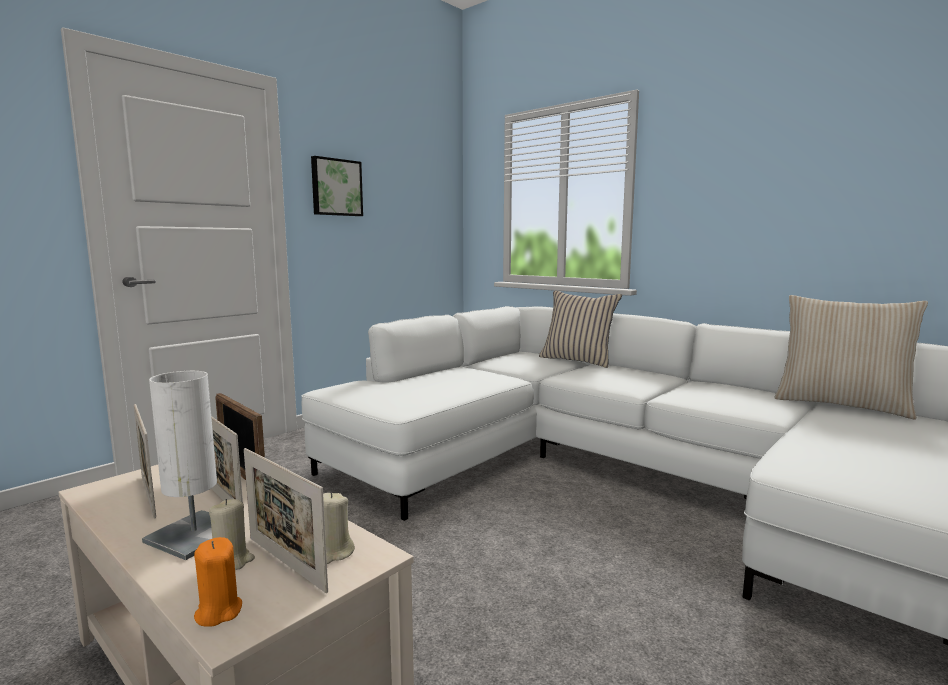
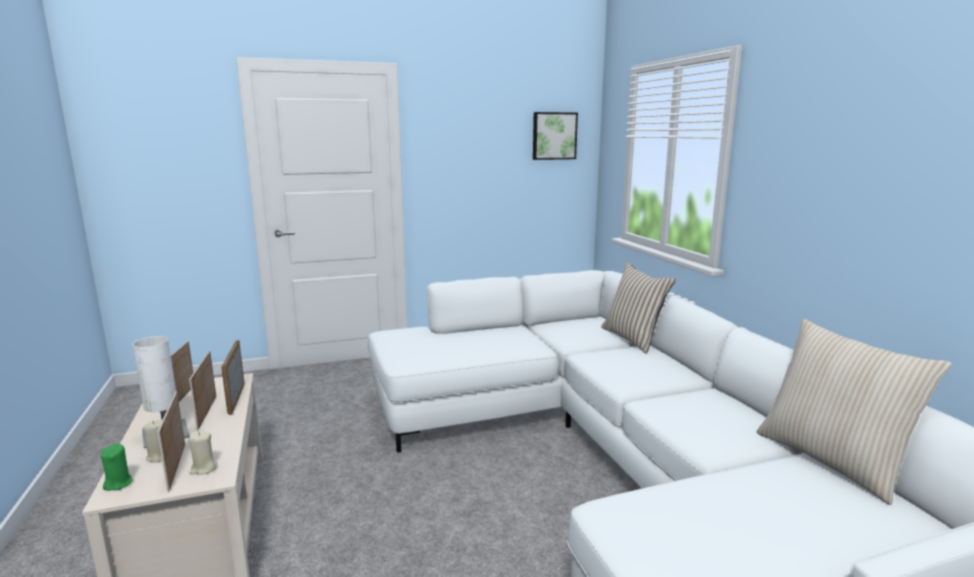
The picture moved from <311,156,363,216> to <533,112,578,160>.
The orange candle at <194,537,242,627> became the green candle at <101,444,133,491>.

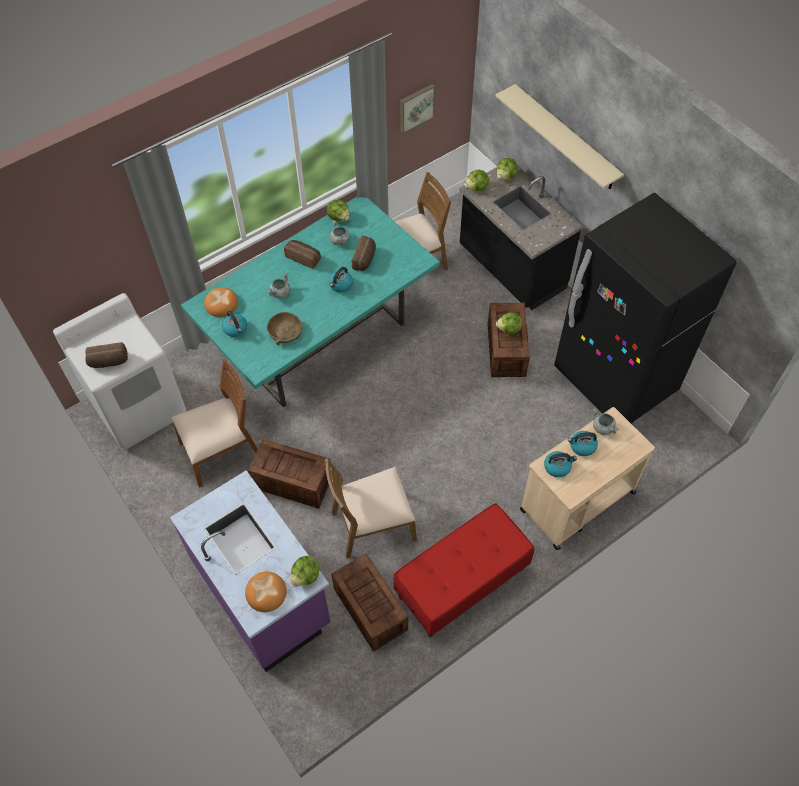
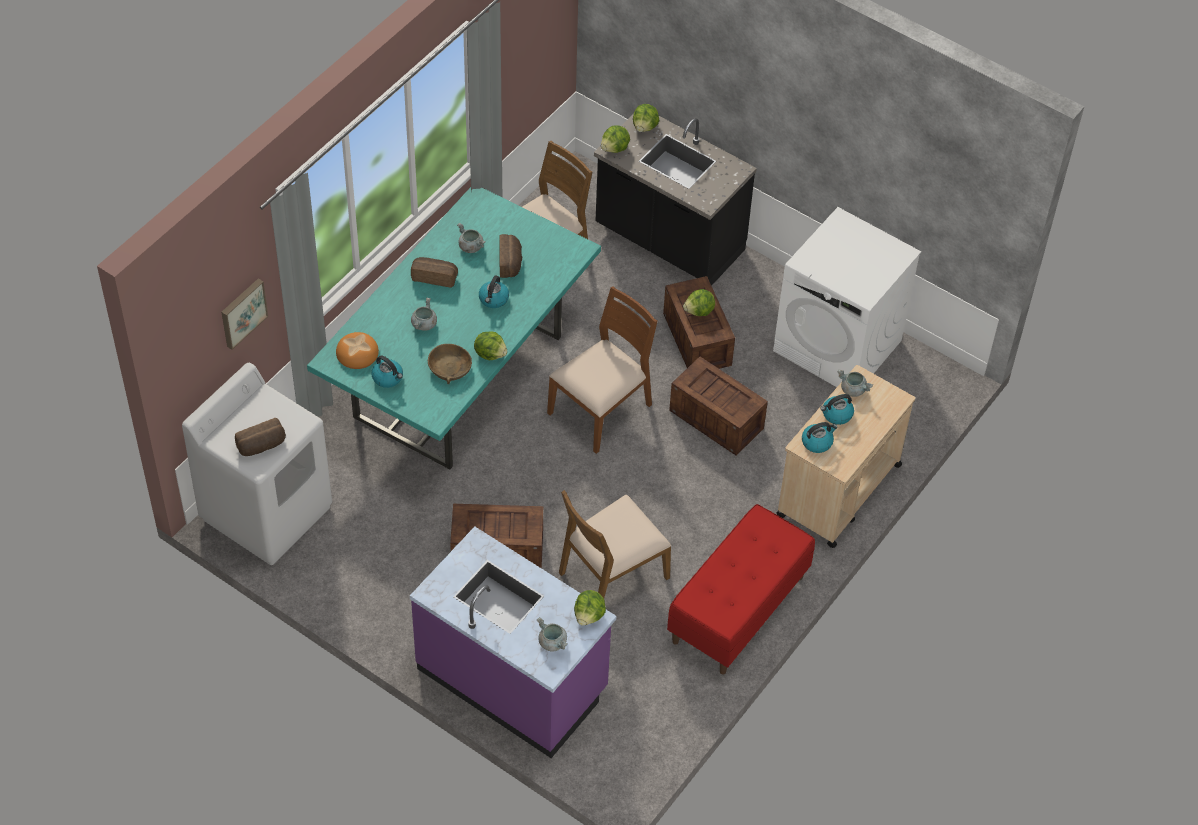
The beige shelf at <496,84,624,189> disappeared.
The brown chair moved from <171,360,258,488> to <547,286,657,454>.
The lettuce moved from <327,200,349,222> to <474,331,507,360>.
The crate moved from <331,553,408,652> to <669,357,768,456>.
The picture moved from <400,84,435,133> to <221,278,268,350>.
The bread at <245,572,287,612> was replaced by the grey cooking pot at <537,617,568,651>.
The black fridge at <554,193,736,423> was replaced by the white washing machine at <773,207,921,387>.

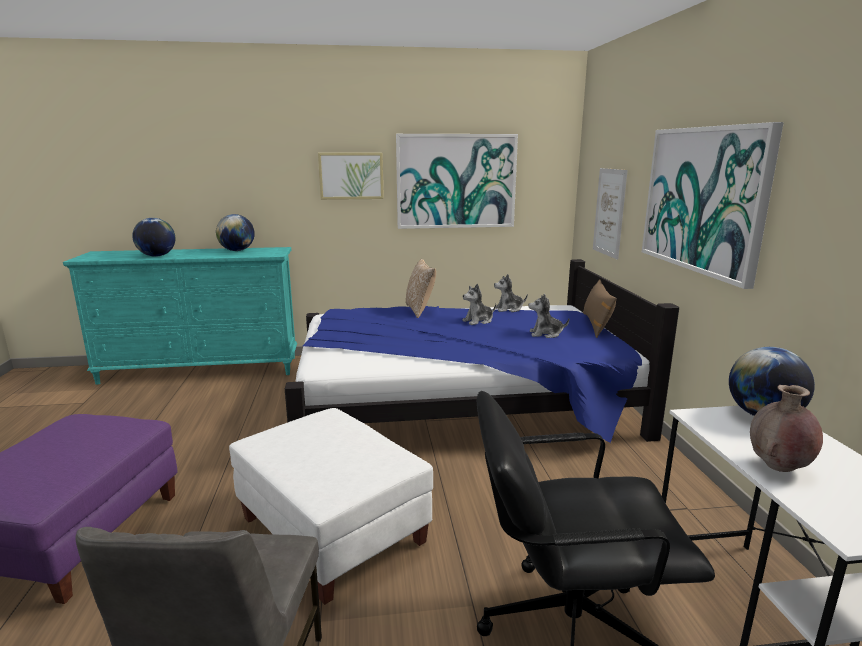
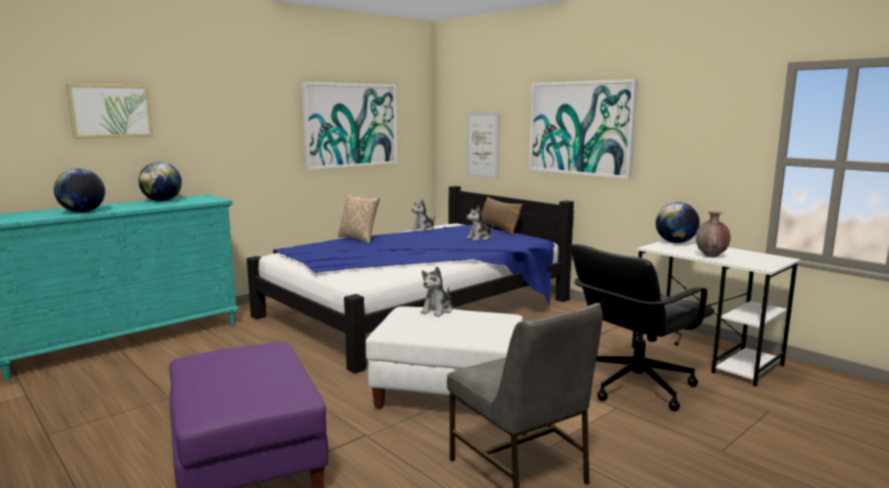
The picture moved from <318,153,384,200> to <66,84,153,139>.
The plush toy moved from <462,284,496,325> to <421,266,453,317>.

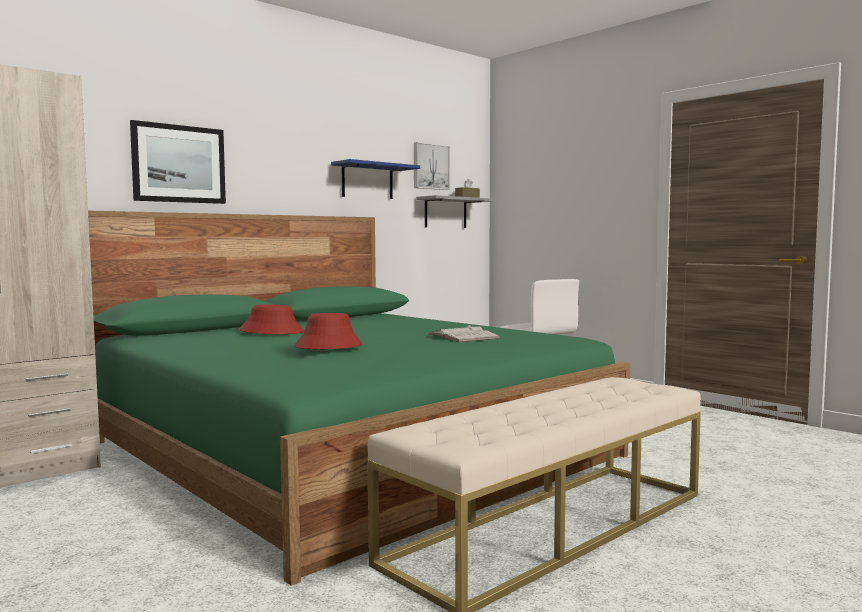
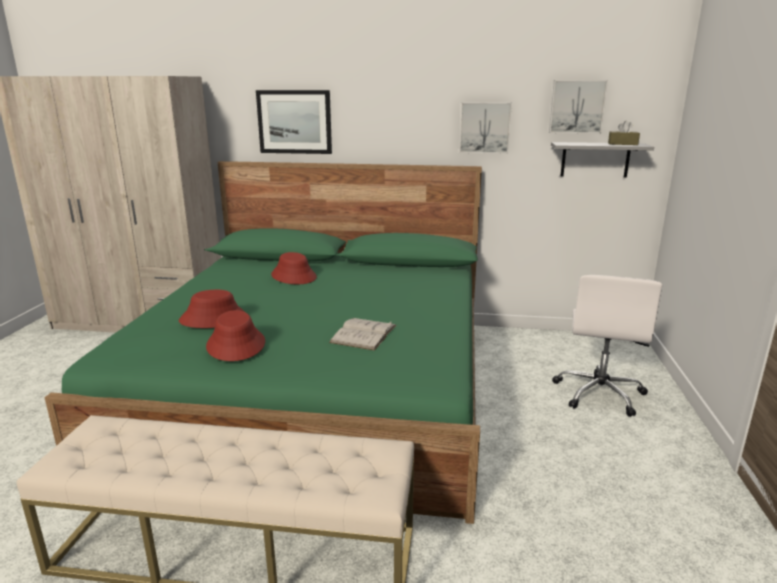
The red hat at <206,310,265,361> appeared.
The blue shelf at <331,159,420,199> was replaced by the picture at <459,102,512,154>.

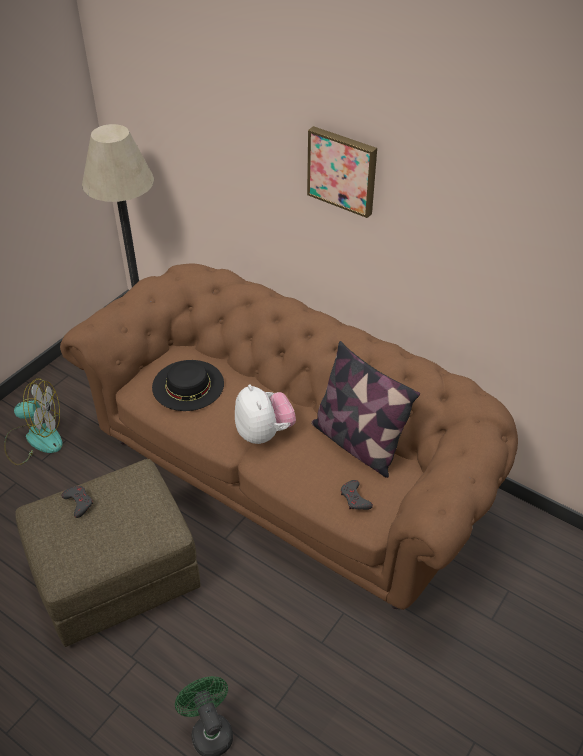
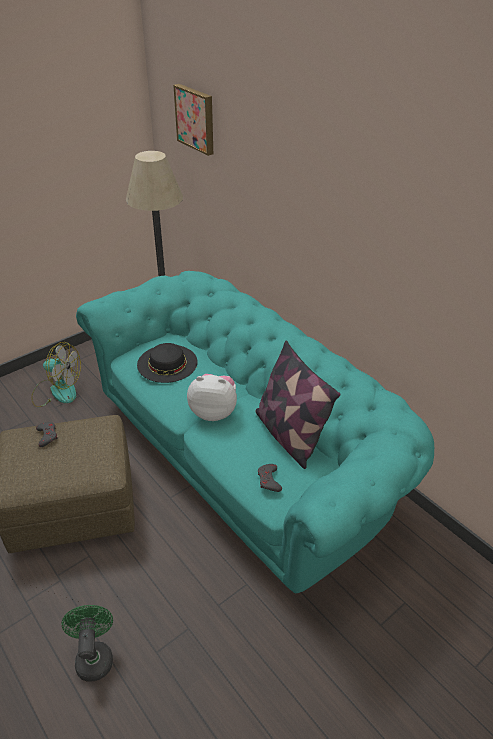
The picture moved from <307,126,377,218> to <173,84,213,156>.
The brown sofa at <60,263,518,610> became the turquoise sofa at <76,271,434,593>.
The plush toy at <235,384,296,444> turned 75 degrees counterclockwise.

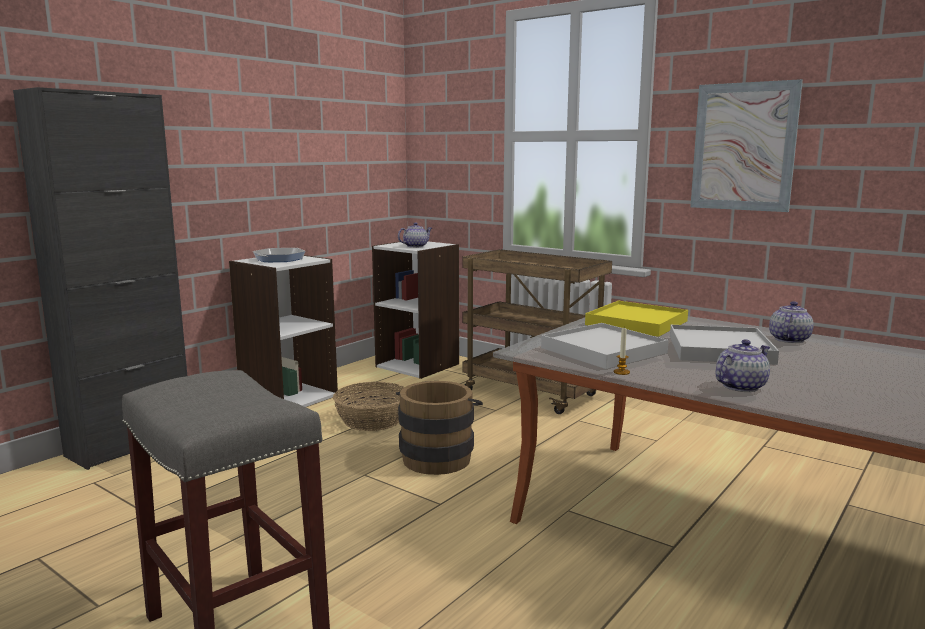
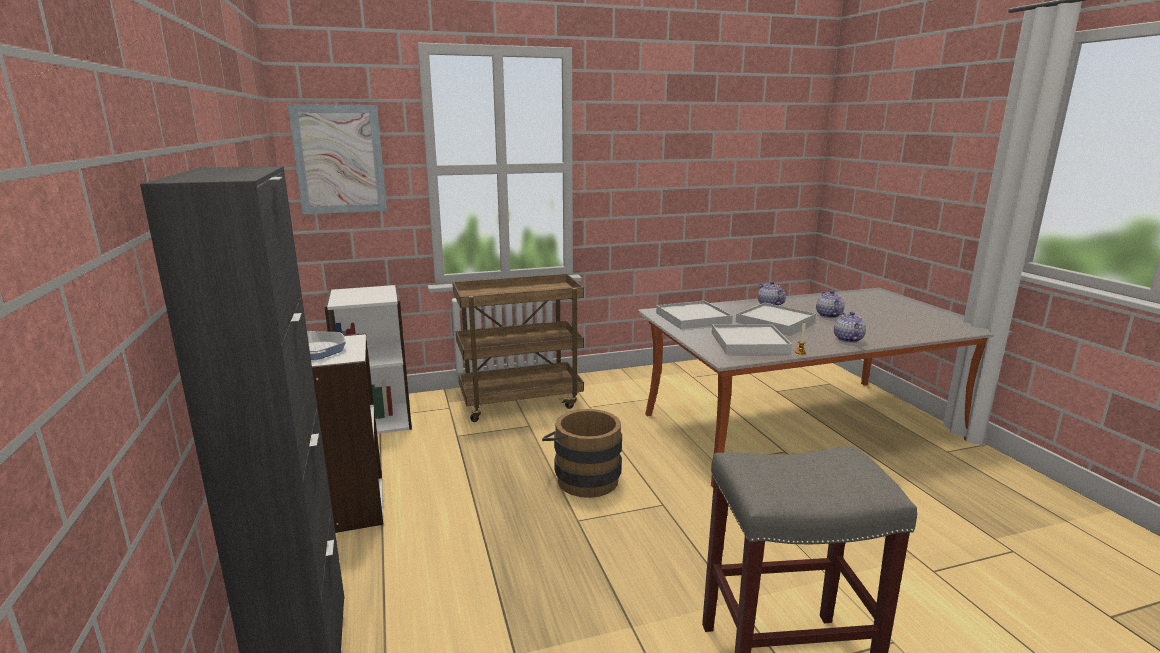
The basket at <333,382,404,431> disappeared.
The teapot moved from <398,223,432,248> to <816,291,845,318>.
The picture moved from <690,79,803,212> to <288,104,387,214>.
The yellow tray at <585,301,688,337> became the white tray at <656,301,733,329>.

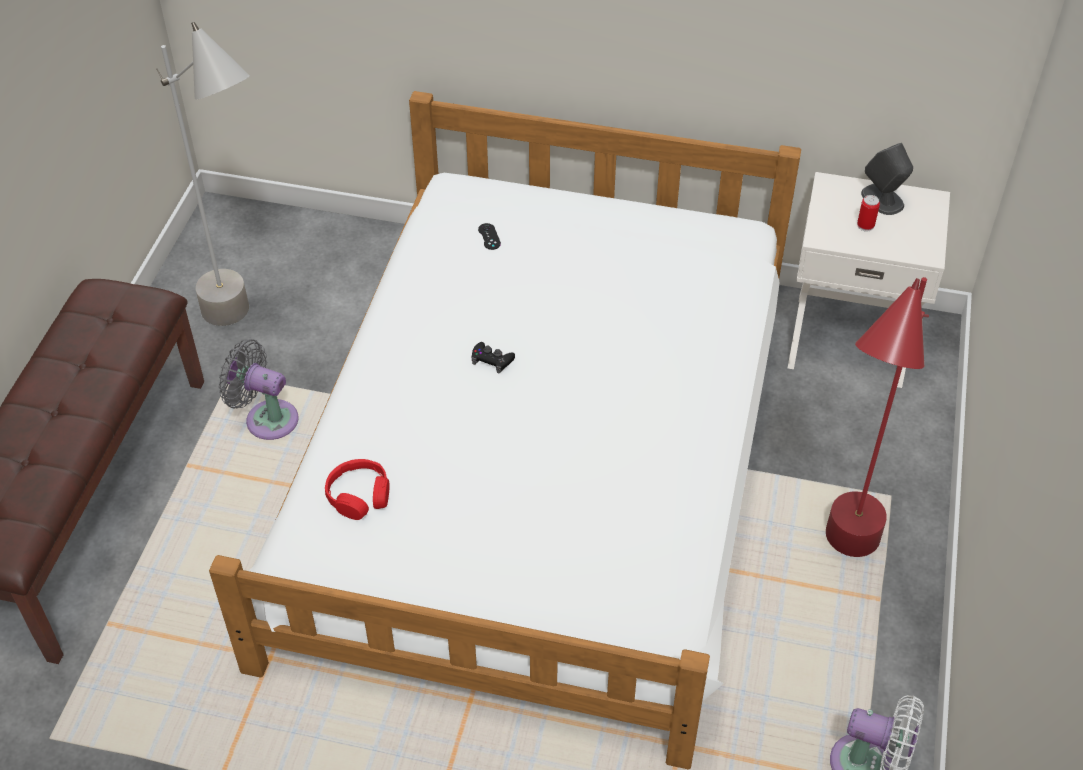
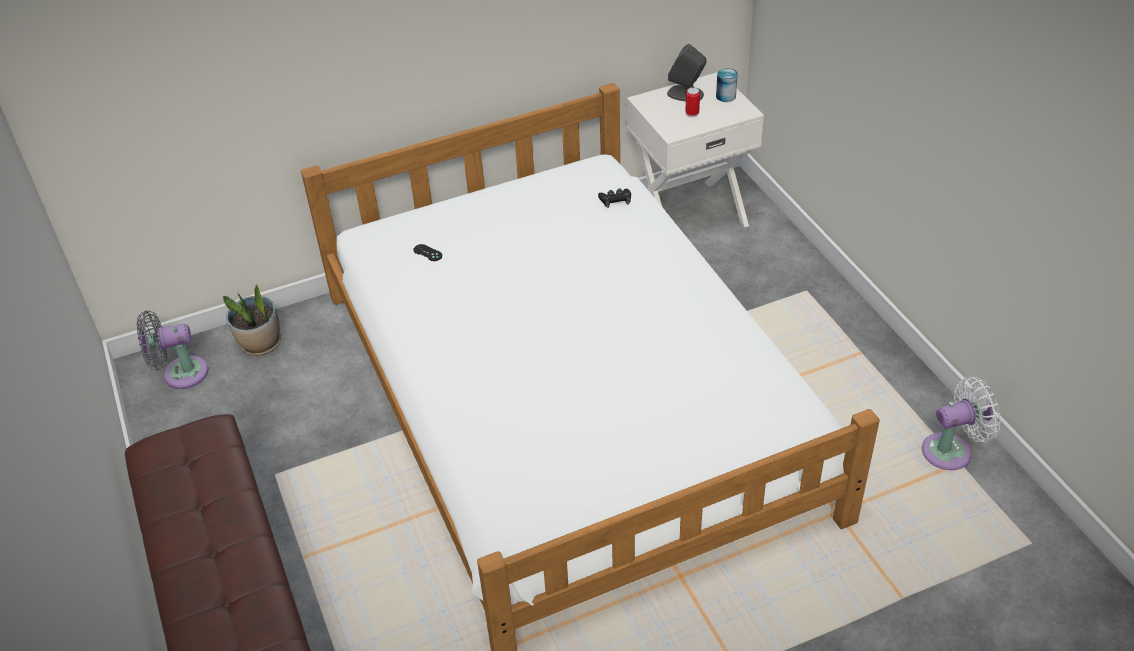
The grey floor lamp at <157,22,250,326> disappeared.
The red headphones at <325,459,390,520> disappeared.
The red floor lamp at <826,277,929,557> disappeared.
The potted plant at <223,284,281,355> appeared.
The can at <716,68,738,102> appeared.
The grey fan moved from <219,339,298,440> to <137,311,209,389>.
The black game controller moved from <472,342,515,373> to <598,189,631,208>.

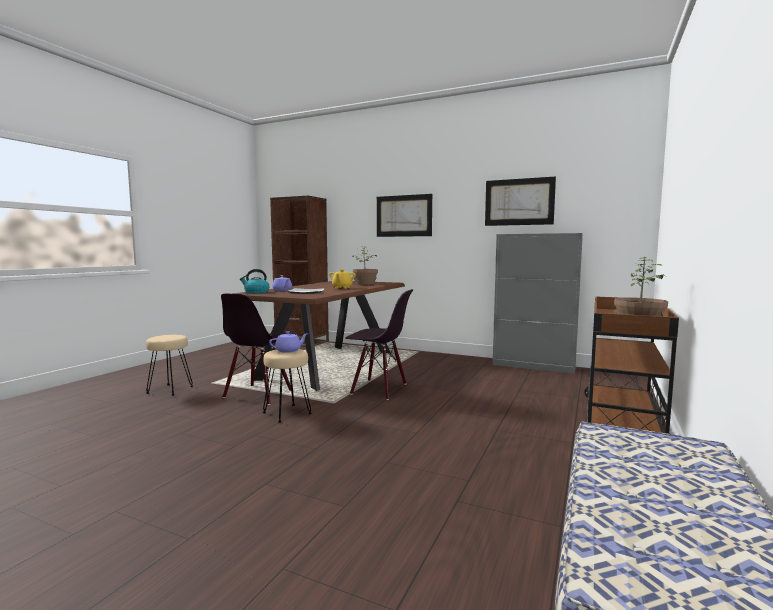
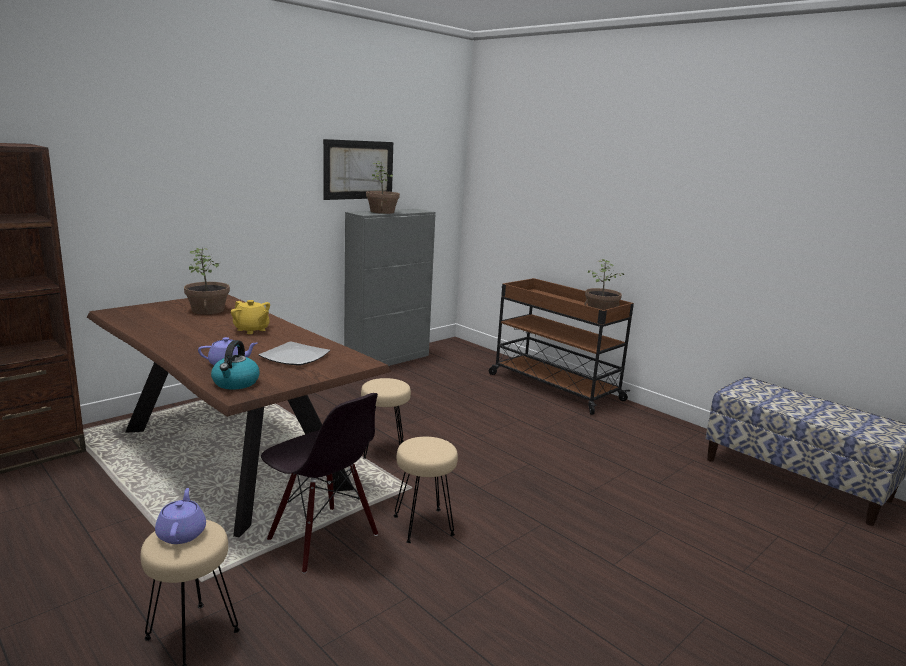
The picture at <377,194,432,237> disappeared.
The potted plant at <366,161,400,214> appeared.
The purple teapot moved from <269,331,308,353> to <155,488,206,544>.
The black chair at <345,289,414,400> was replaced by the beige stool at <361,378,411,459>.

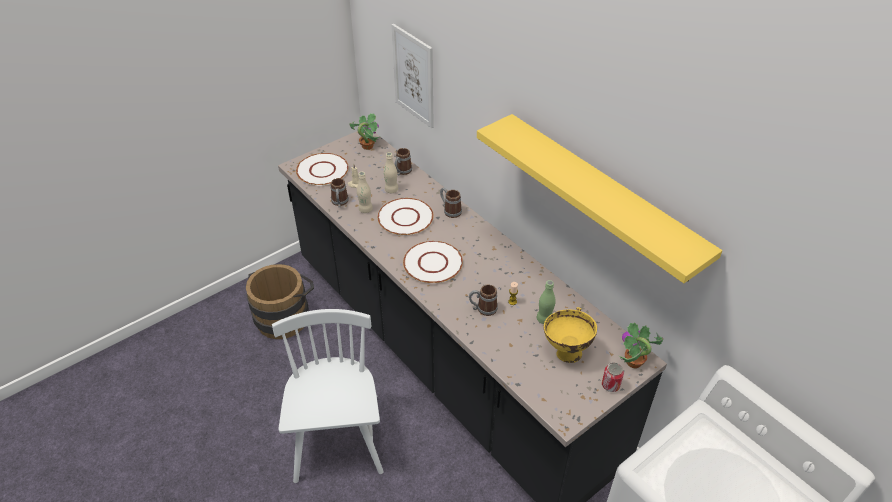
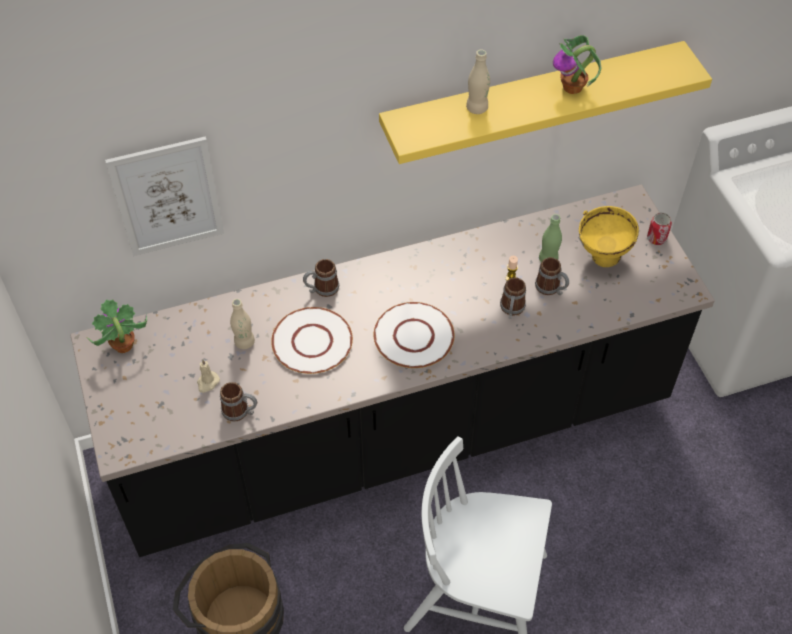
The white plate at <296,153,349,185> disappeared.
The beige bottle moved from <357,172,373,213> to <466,49,490,114>.
The mug moved from <395,148,412,175> to <535,257,569,295>.
The potted plant moved from <619,322,663,369> to <553,35,601,94>.

